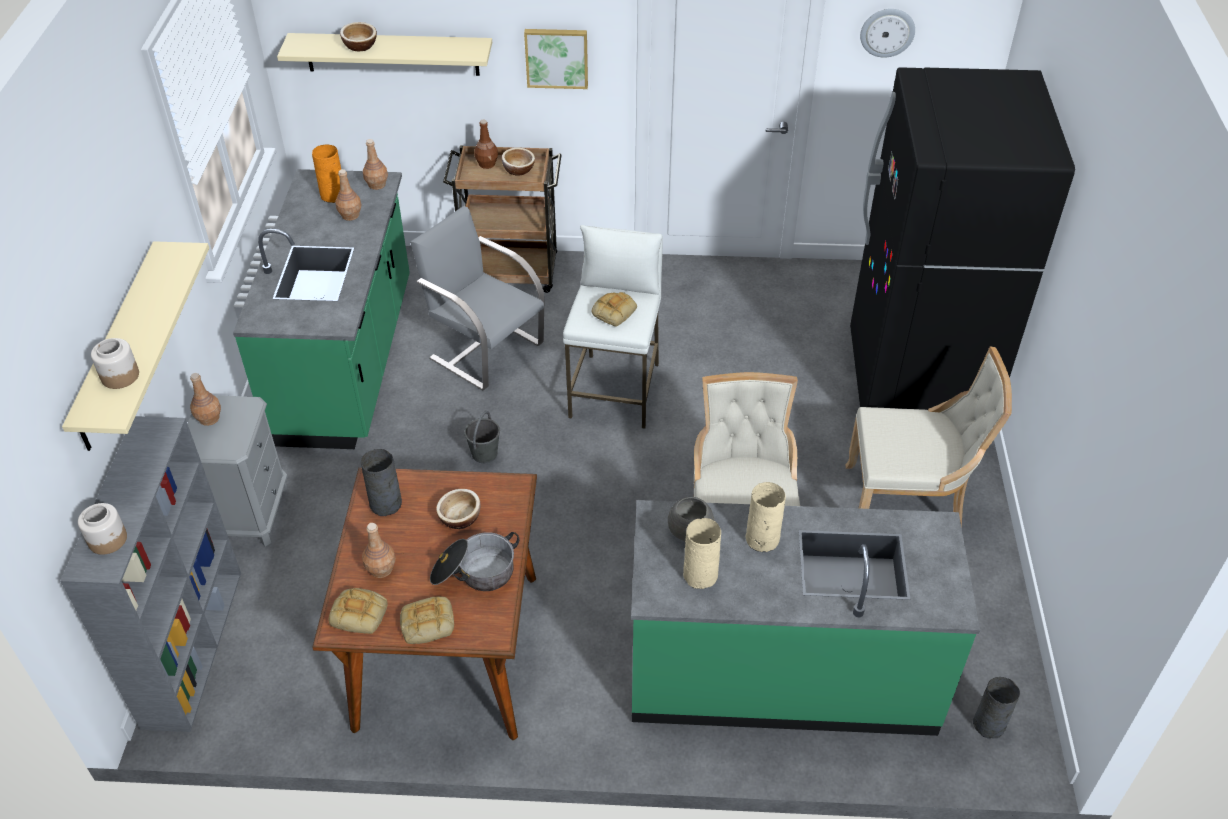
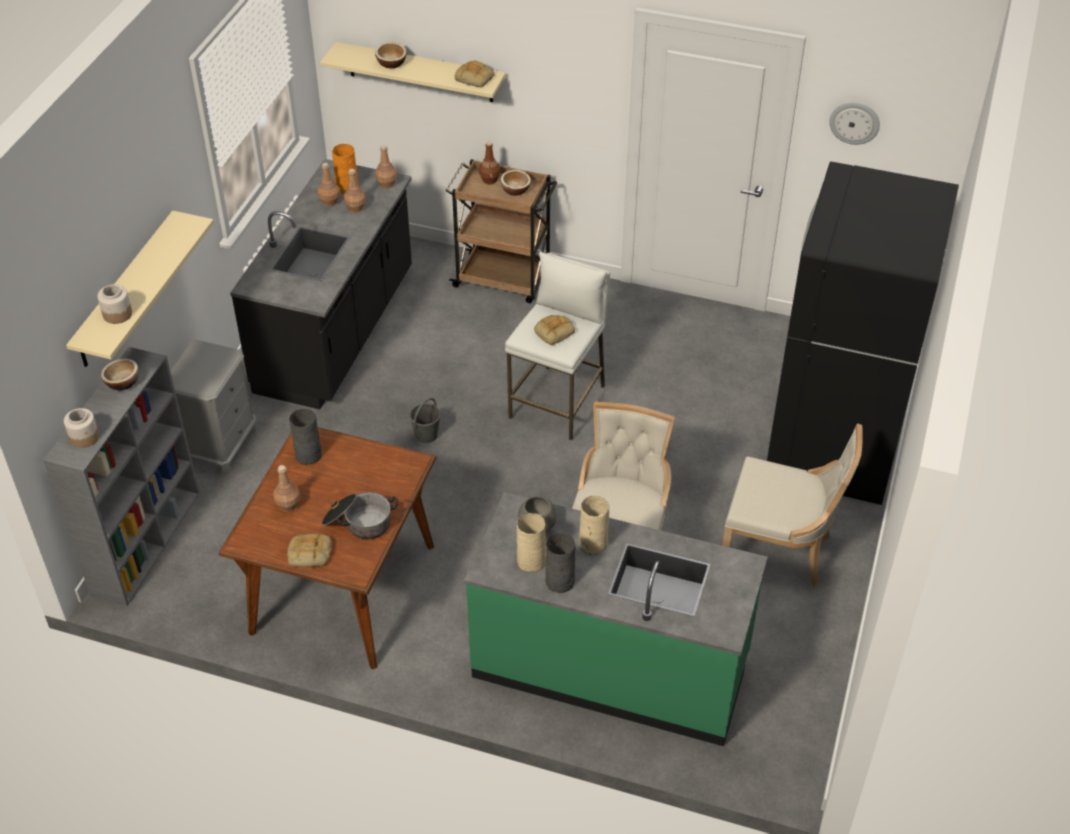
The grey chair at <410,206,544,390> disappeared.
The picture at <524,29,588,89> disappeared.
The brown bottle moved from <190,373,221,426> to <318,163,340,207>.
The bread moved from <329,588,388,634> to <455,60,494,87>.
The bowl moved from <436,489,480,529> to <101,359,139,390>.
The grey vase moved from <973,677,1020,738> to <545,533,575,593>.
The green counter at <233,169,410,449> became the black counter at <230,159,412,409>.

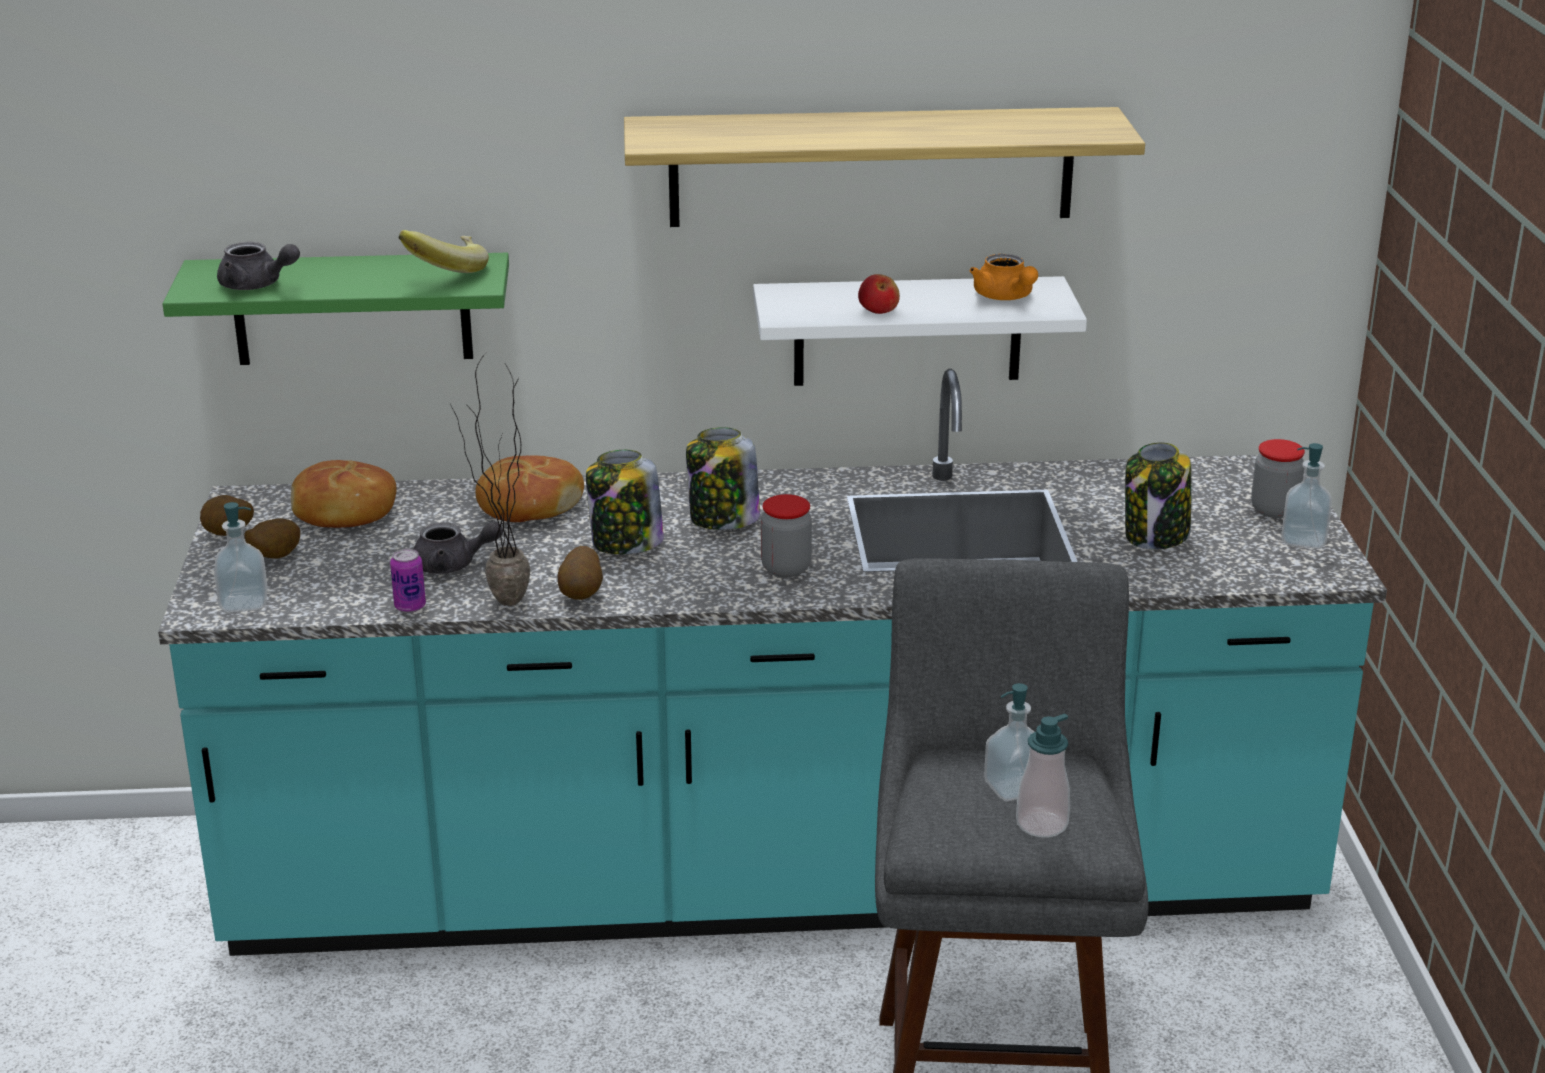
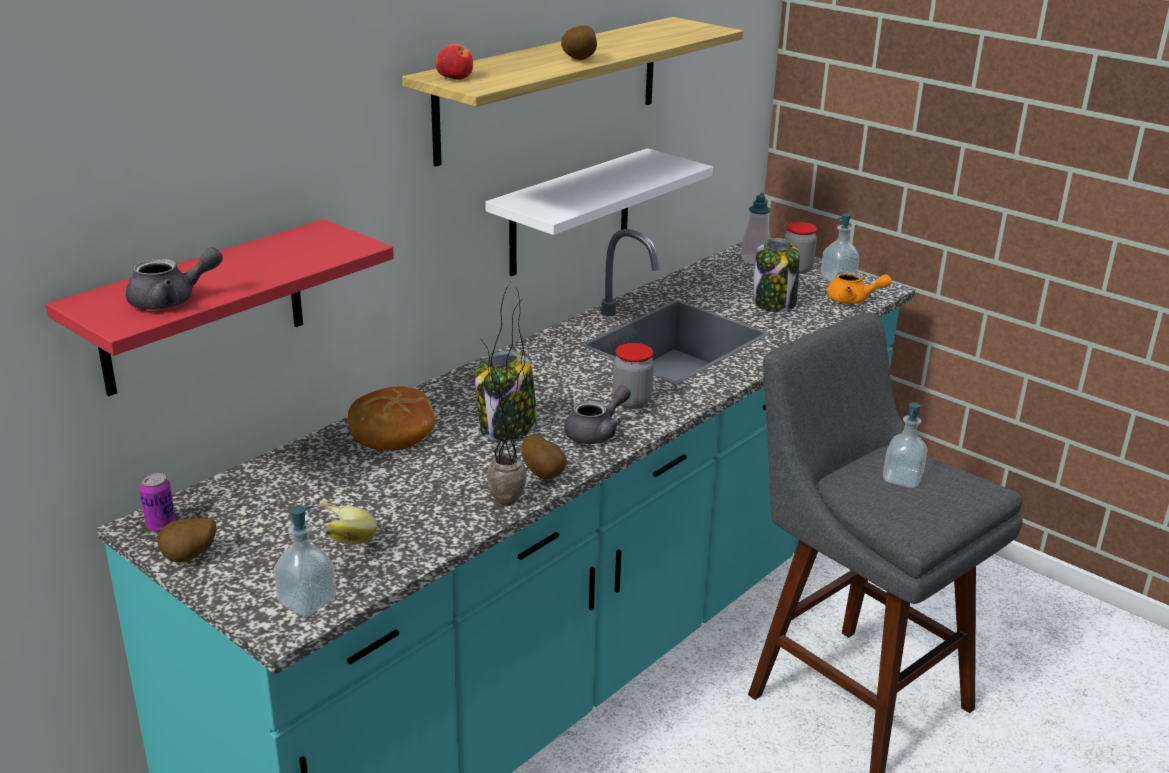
The bread at <291,460,396,528> disappeared.
The jar at <686,427,760,530> disappeared.
The potato moved from <244,518,300,559> to <561,26,597,60>.
The can moved from <390,549,426,613> to <139,473,176,532>.
The banana moved from <399,230,489,273> to <319,500,377,544>.
The grey teapot moved from <414,521,503,574> to <564,386,631,444>.
The apple moved from <858,274,900,314> to <435,44,473,80>.
The orange teapot moved from <970,254,1038,300> to <827,271,892,304>.
The soap dispenser moved from <1016,713,1070,838> to <741,193,771,264>.
The green shelf at <163,253,509,365> became the red shelf at <46,219,394,396>.

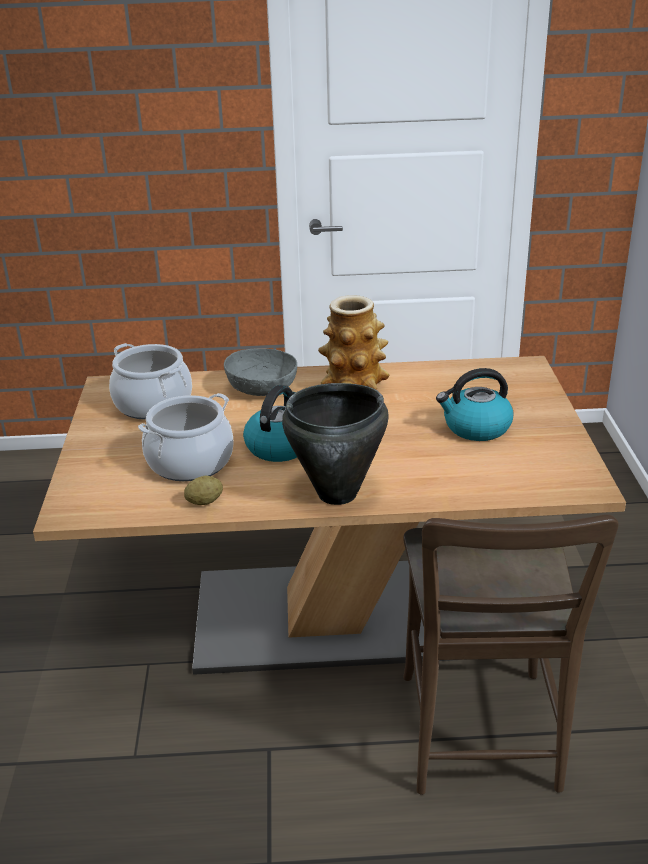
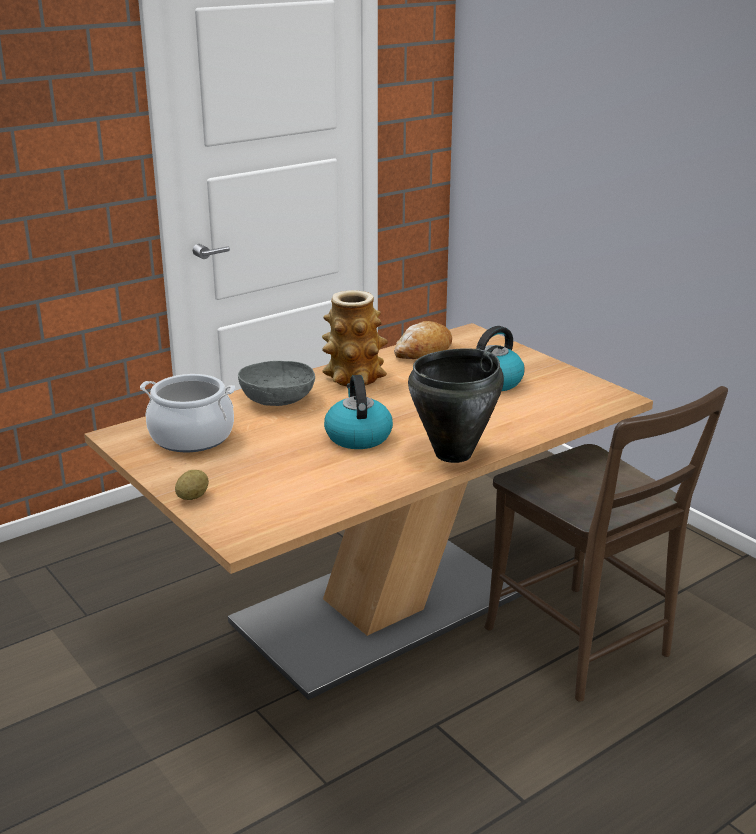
The cooking pot at <138,393,234,481> disappeared.
The bread at <394,321,452,359> appeared.
The potato moved from <184,476,223,505> to <175,470,209,500>.

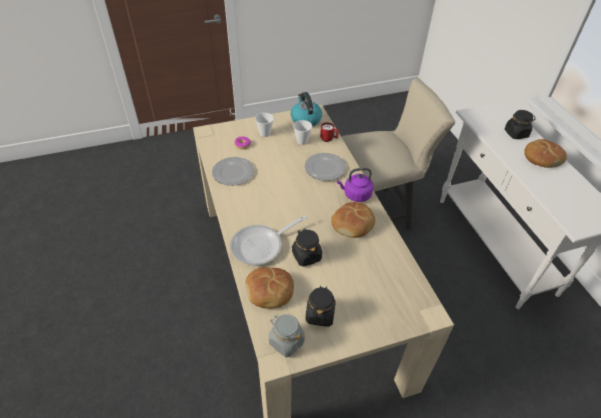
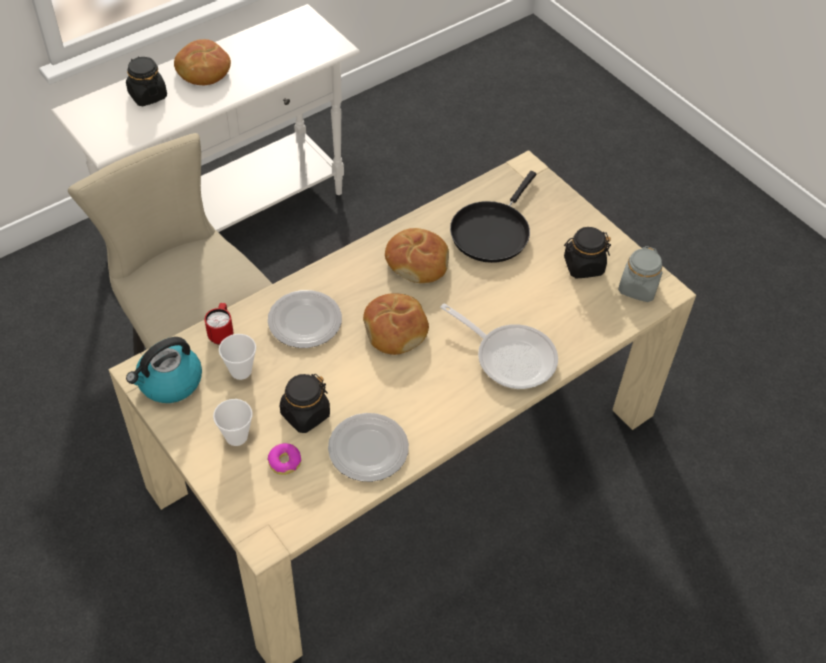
The purple kettle at <337,168,373,202> disappeared.
The black frying pan at <450,171,536,263> appeared.
The bread moved from <245,267,294,308> to <363,293,429,355>.
The black jar moved from <292,229,322,267> to <279,374,330,433>.

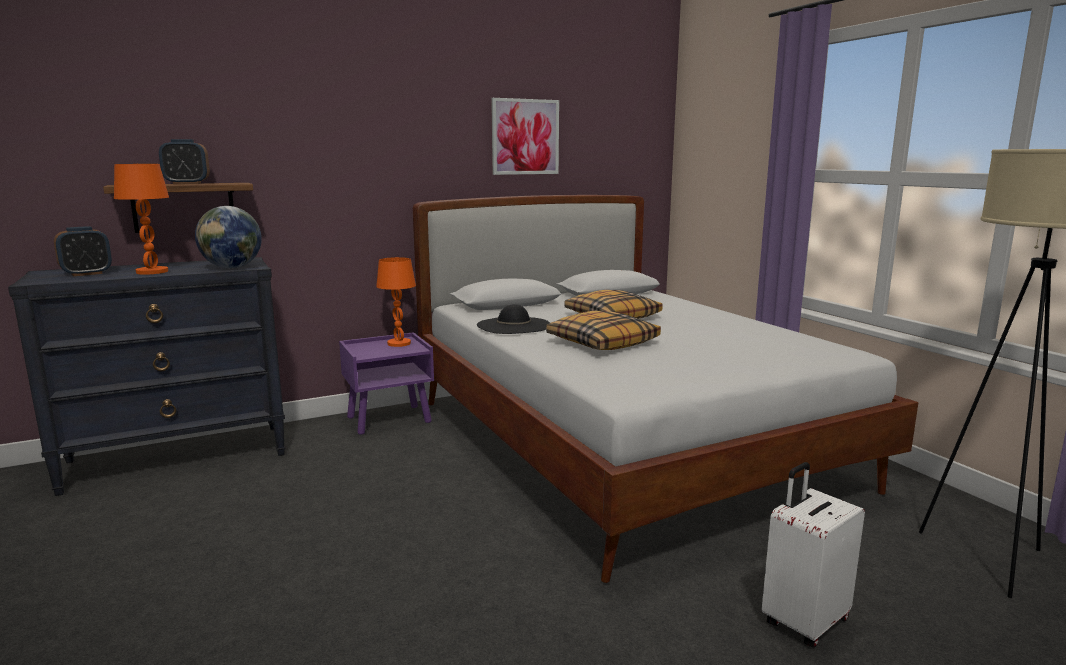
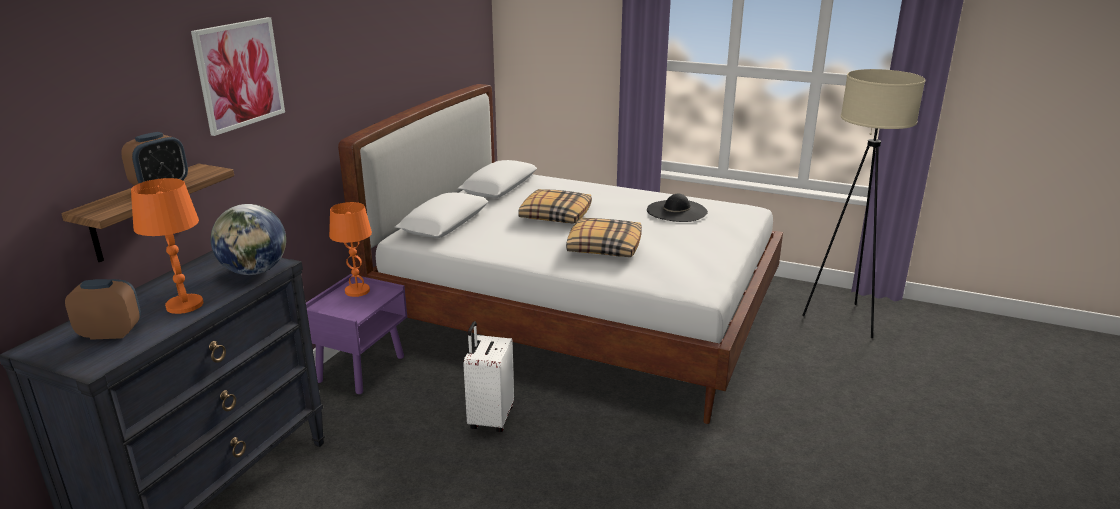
The black hat moved from <477,304,550,334> to <647,194,708,222>.
The picture moved from <491,98,559,175> to <191,17,285,136>.
The white suitcase moved from <762,462,865,647> to <463,321,514,432>.
The alarm clock at <54,226,112,276> turned 105 degrees counterclockwise.

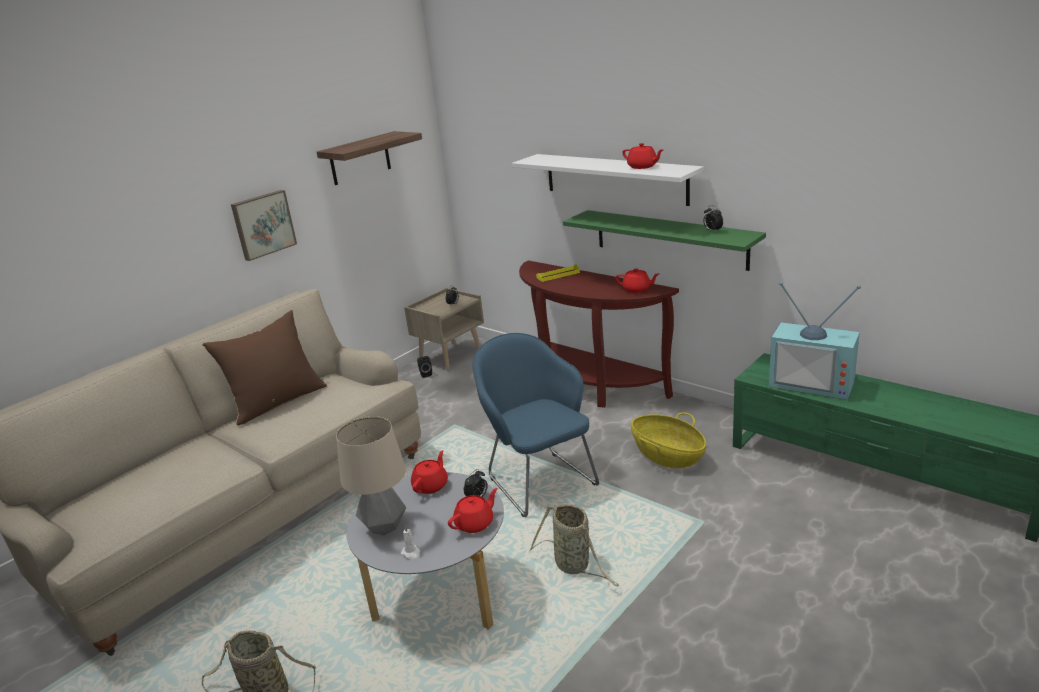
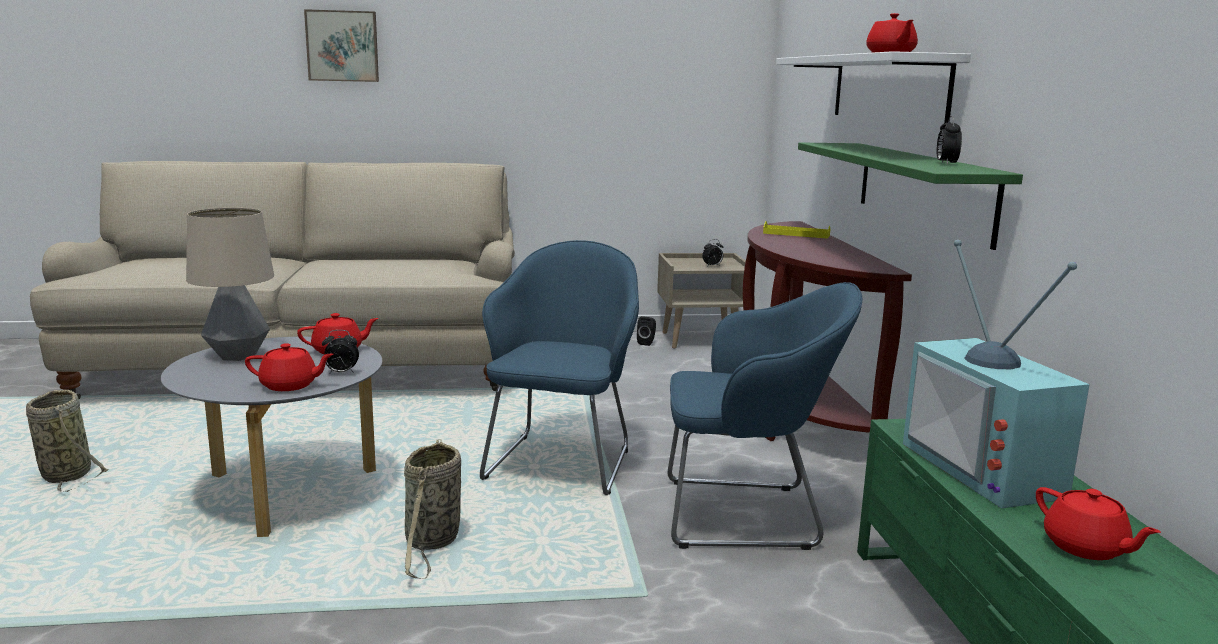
The brown pillow at <202,310,327,425> disappeared.
The shelf at <317,131,422,185> disappeared.
The white candle at <401,525,420,559> disappeared.
The picture moved from <231,190,297,261> to <304,9,379,82>.
The red teapot moved from <615,268,659,293> to <1036,487,1161,560>.
The basket at <631,412,706,468> was replaced by the blue armchair at <668,282,862,550>.

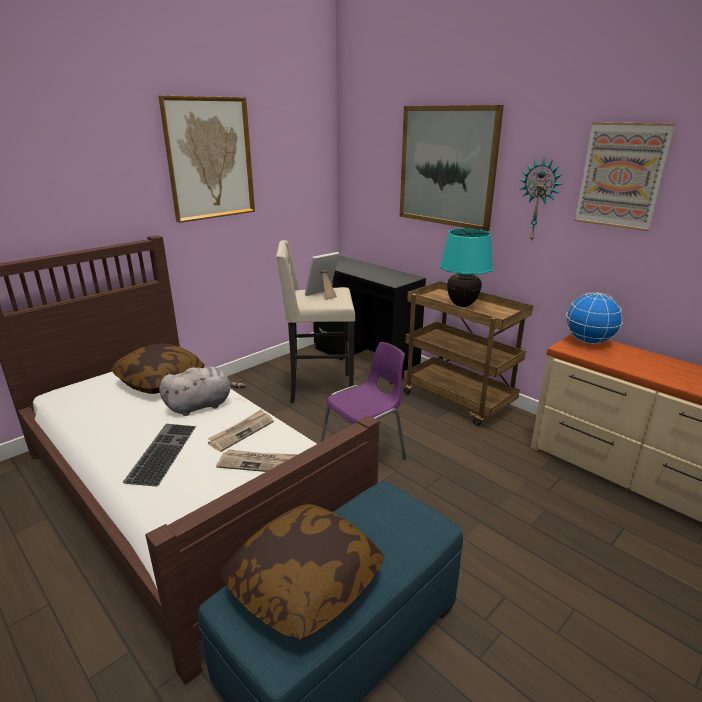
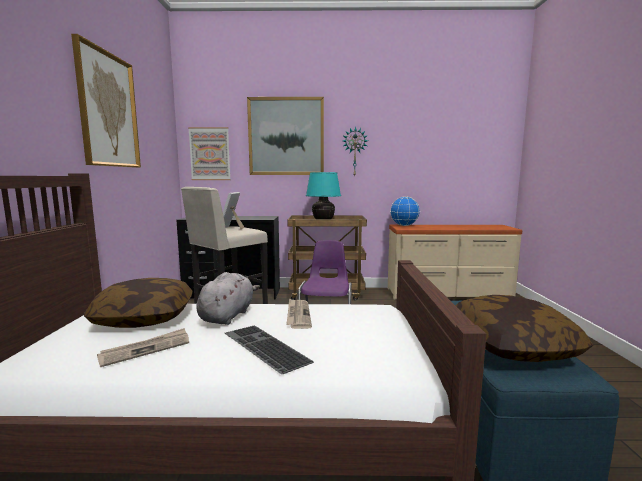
The newspaper moved from <216,449,297,472> to <97,328,189,367>.
The picture moved from <574,122,675,231> to <188,127,231,180>.

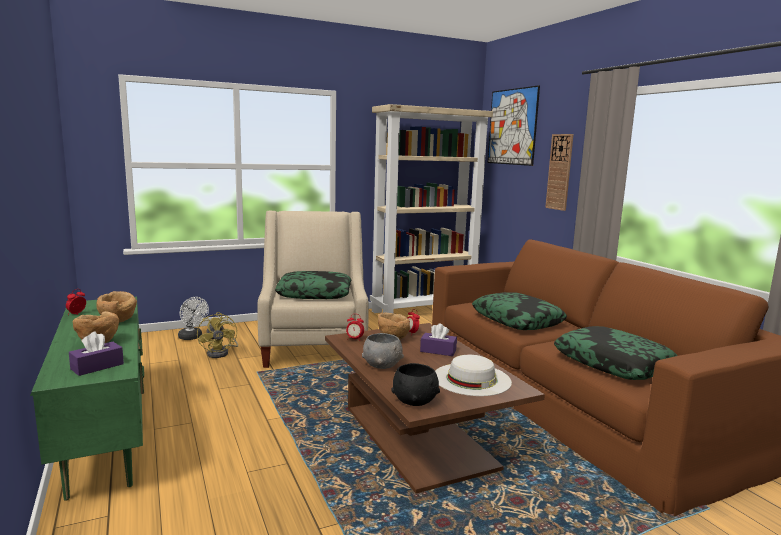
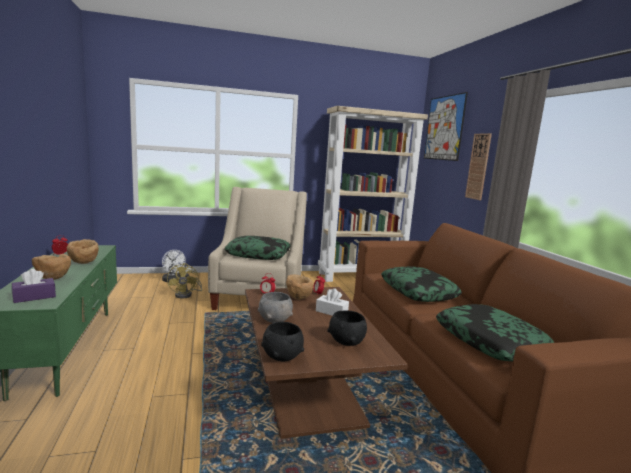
The white hat at <435,355,512,396> was replaced by the black bowl at <327,310,367,346>.
The purple tissue box at <420,323,457,356> became the white tissue box at <316,288,349,316>.

